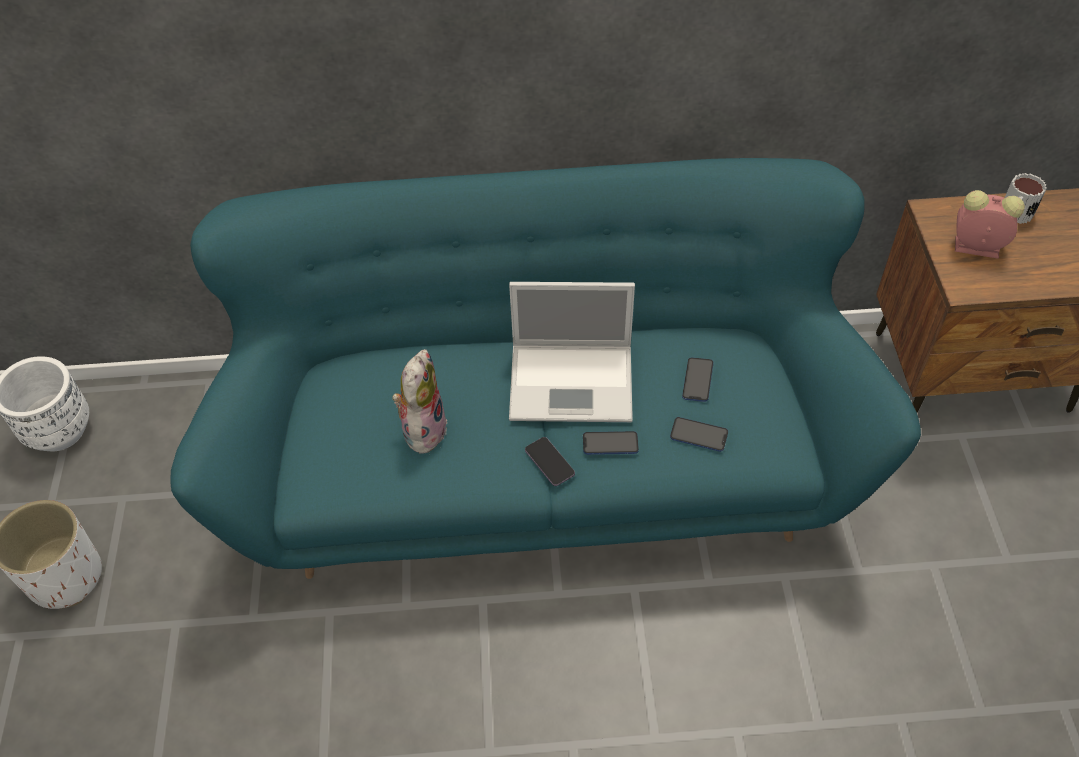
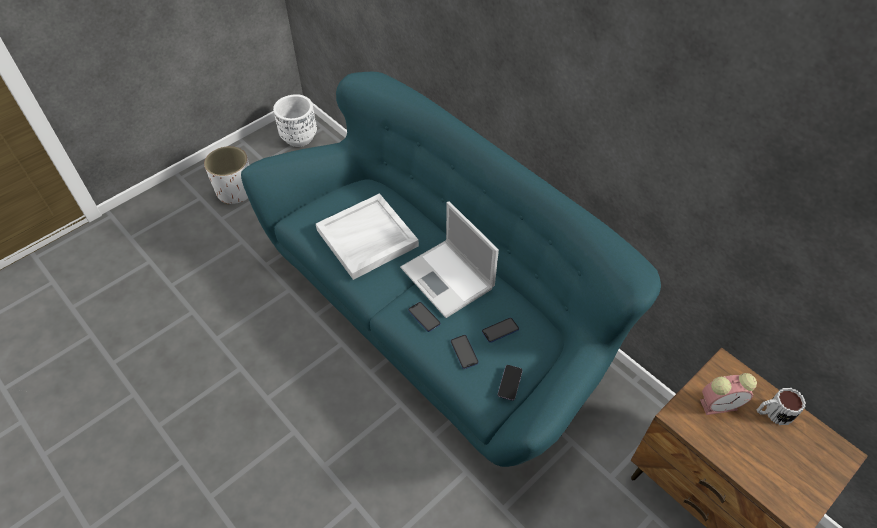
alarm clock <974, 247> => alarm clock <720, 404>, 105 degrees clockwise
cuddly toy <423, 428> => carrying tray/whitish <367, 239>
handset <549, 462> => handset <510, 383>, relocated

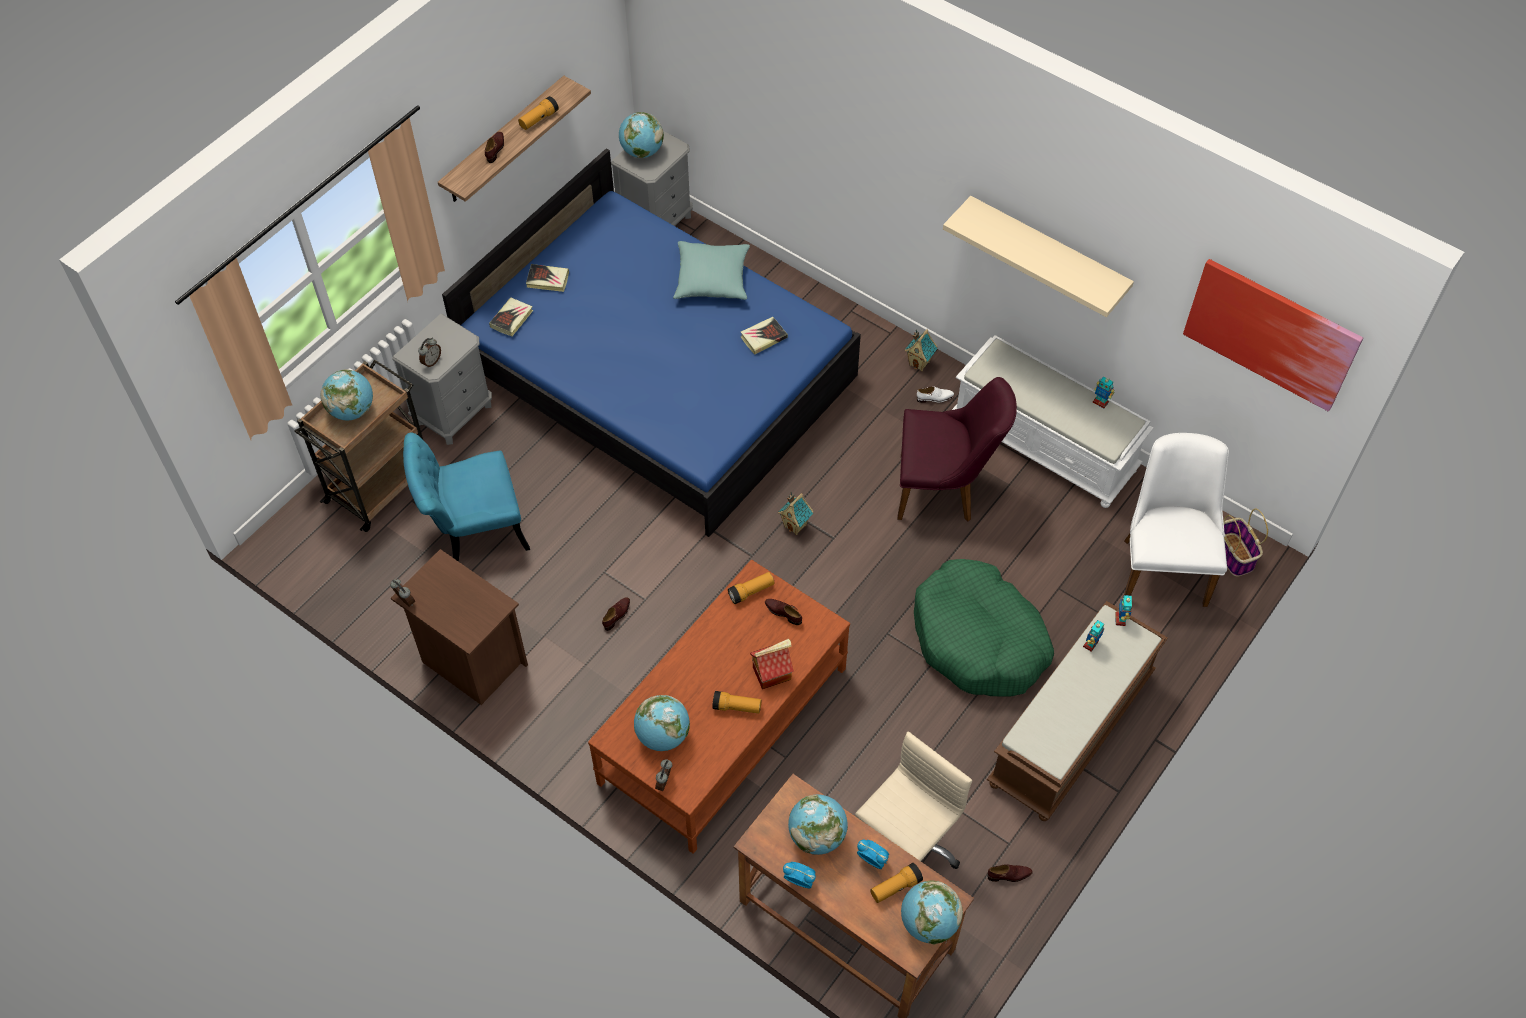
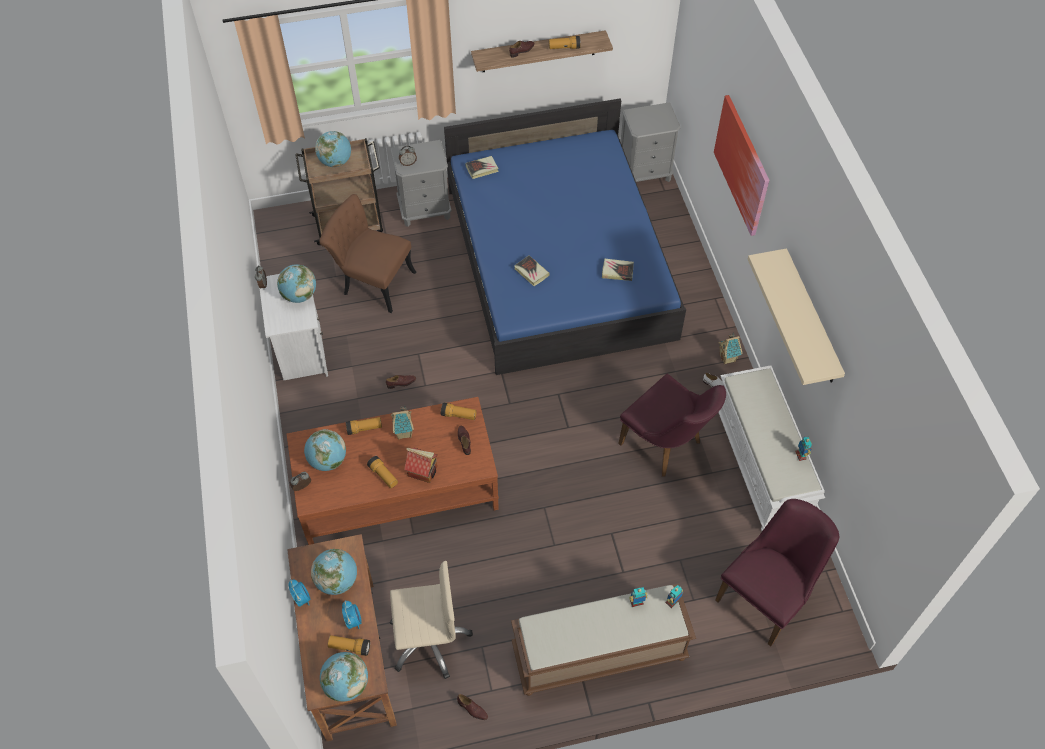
globe <642, 152> => globe <299, 295>, relocated
throw pillow/turquoise-coloured <712, 279> => nothing
wall picture <1271, 333> => wall picture <742, 165>, relocated
bound book <547, 280> => bound book <531, 272>, relocated
upright chair/turquoise-coloured <472, 530> => upright chair/brown <372, 281>
upright chair/whitish <1163, 563> => upright chair/purple-coloured <767, 596>
miniature house <796, 525> => miniature house <404, 433>, relocated
household basket <1234, 555> => nothing
nightstand/brown <471, 662> => nightstand/whitish <301, 353>
pet bed/green-coloured <979, 639> => nothing
nothing => torch <364, 428>

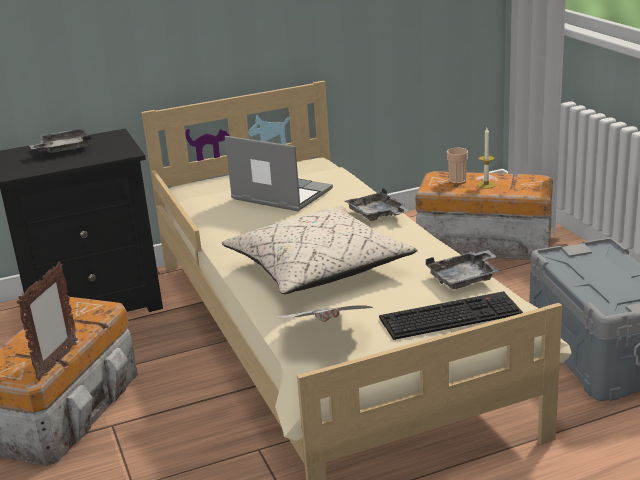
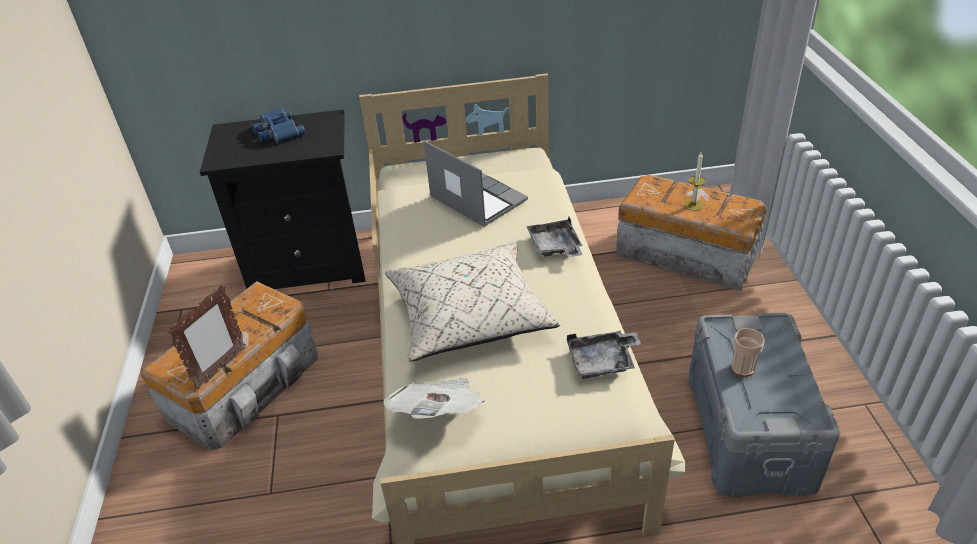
carrying tray/gray <63, 149> => pair of binoculars/blue <277, 132>
small cup <457, 181> => small cup <742, 368>, relocated
computer keyboard <451, 315> => nothing

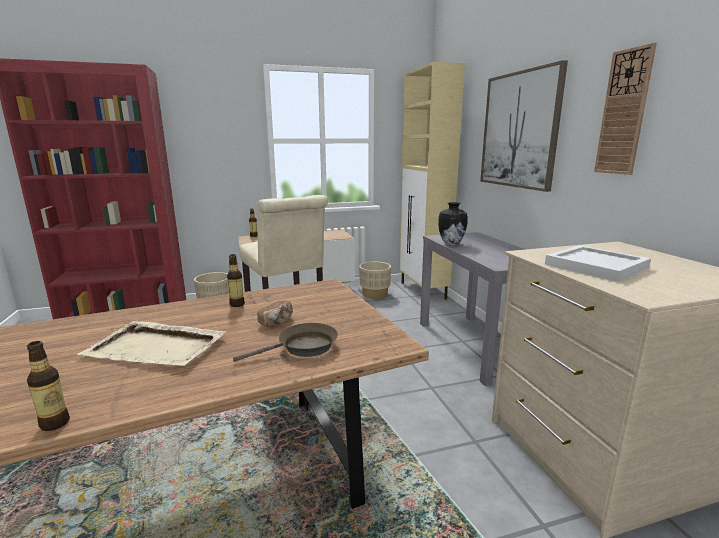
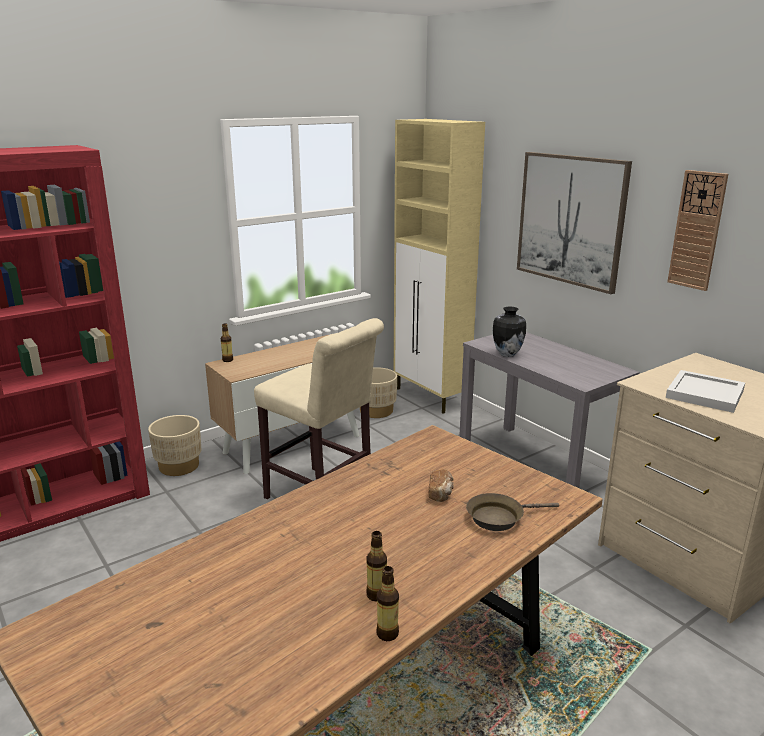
drink bottle <237, 304> => drink bottle <376, 595>, relocated
carrying tray/beige-coloured <157, 348> => nothing
frying pan/brown <303, 348> => frying pan/brown <499, 517>, 150 degrees counterclockwise

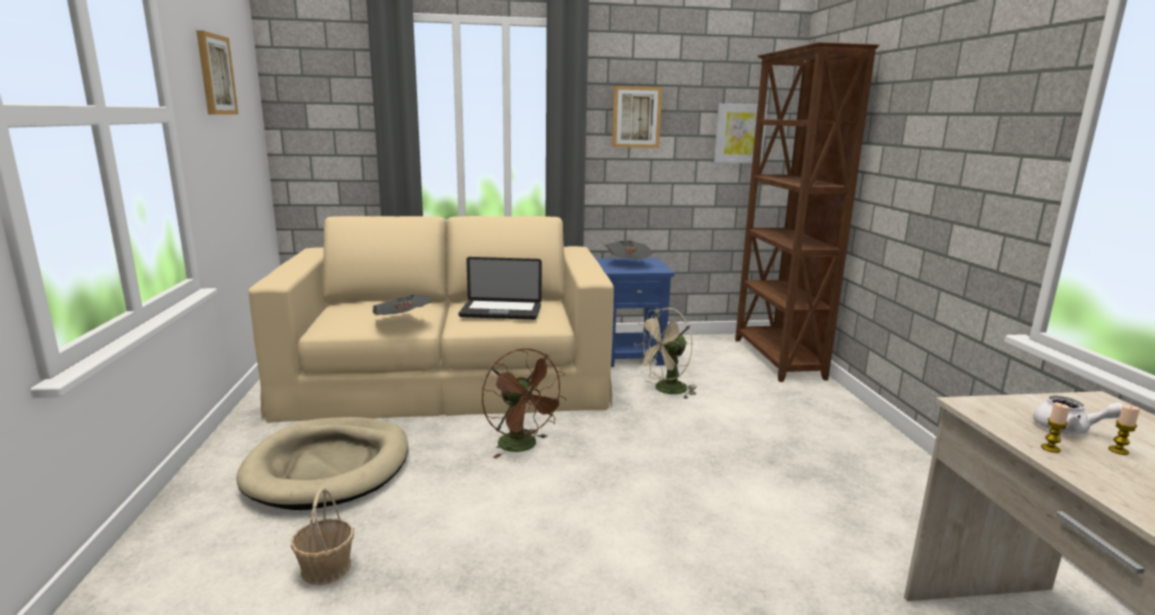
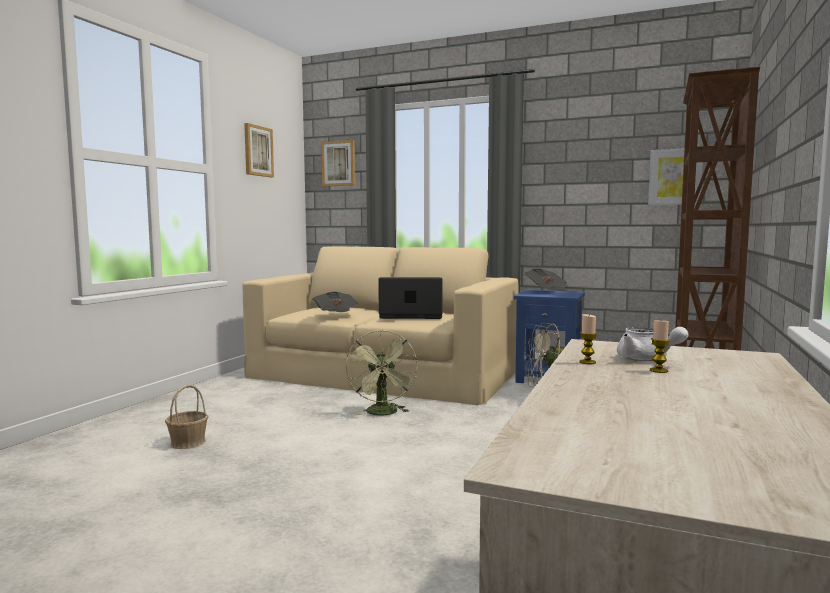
wall picture <636, 117> => wall picture <339, 163>, relocated
laptop <501, 311> => laptop <411, 316>, 150 degrees clockwise
cooling fan/brown <523, 446> => cooling fan/green-coloured <383, 413>
pet bed/beige-coloured <329, 467> => nothing

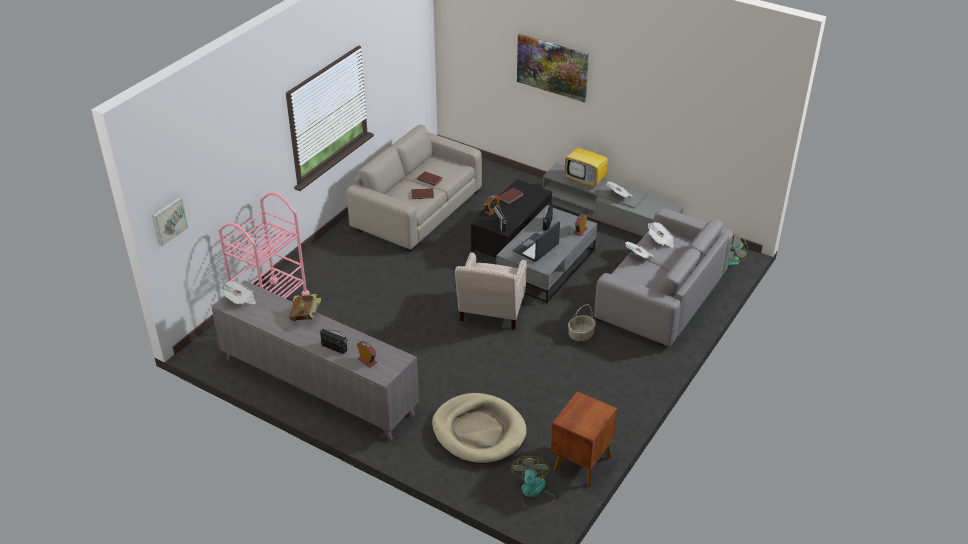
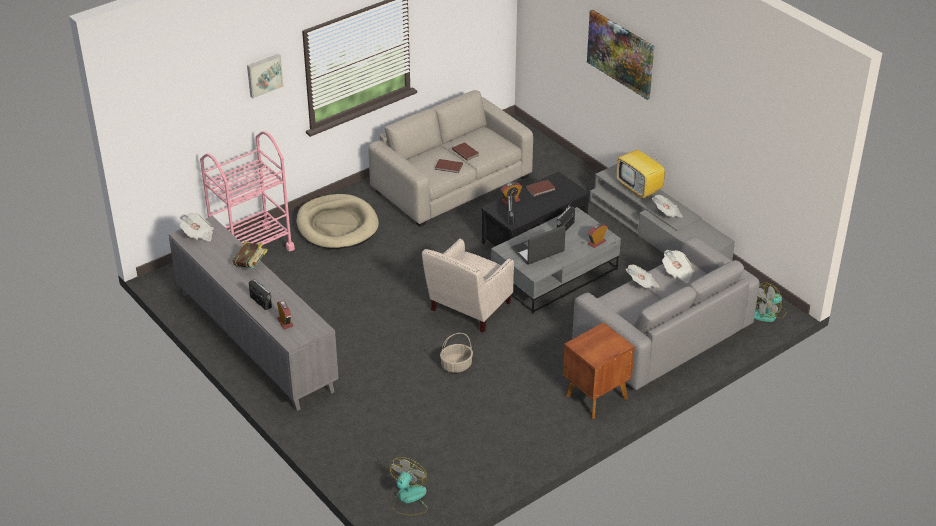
wall picture <168, 221> => wall picture <264, 75>, relocated
household basket <581, 335> => household basket <456, 366>, relocated
nightstand/brown <581, 463> => nightstand/brown <595, 397>, relocated
pet bed/beige-coloured <478, 431> => pet bed/beige-coloured <337, 225>, relocated

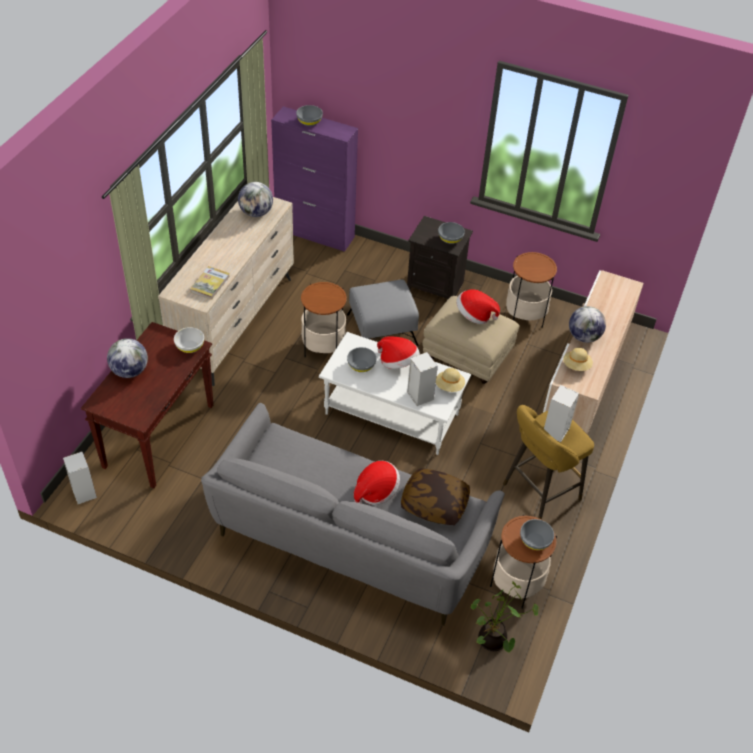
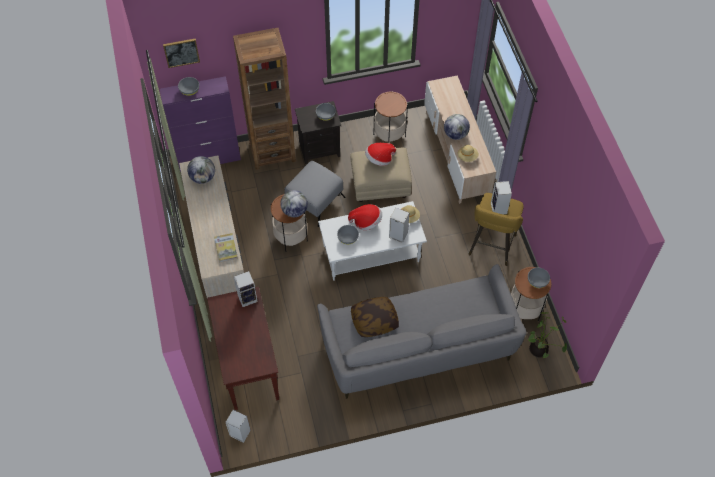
deep dish/whitish <190, 346> => audio speaker <248, 298>
globe <129, 371> => globe <294, 211>, relocated
clothing hat <376, 491> => nothing
throw pillow <434, 504> => throw pillow <374, 320>, relocated
nothing => bookcase/brown <272, 152>
nothing => wall picture <181, 52>

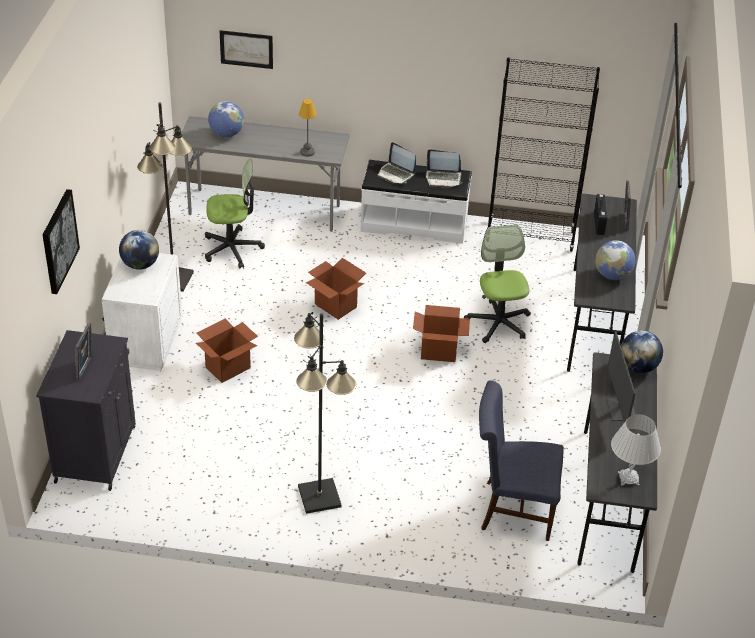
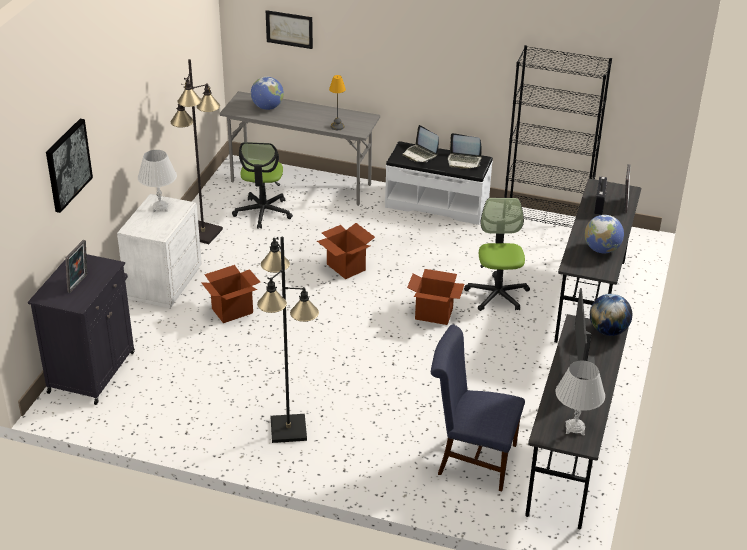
computer chair <232, 248> => computer chair <263, 212>, 90 degrees clockwise
globe <140, 265> => lamp for a table/whitish <160, 208>

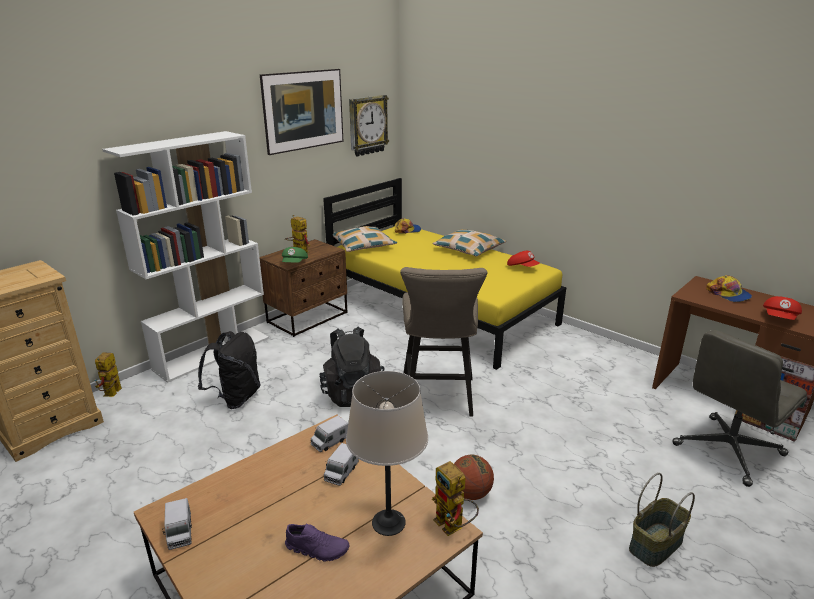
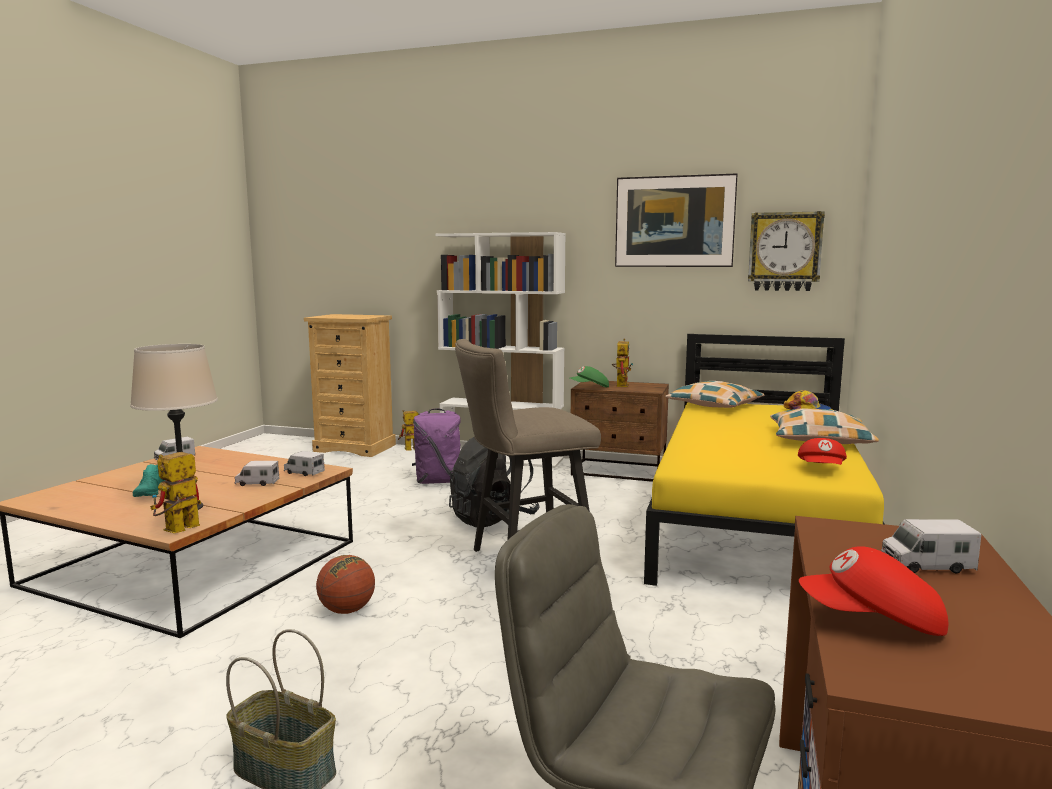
baseball cap <728, 294> => toy truck <926, 565>
backpack/black <236, 398> => backpack/purple-coloured <439, 481>
item of footwear/purple-coloured <317, 549> => item of footwear/turquoise-coloured <151, 492>

